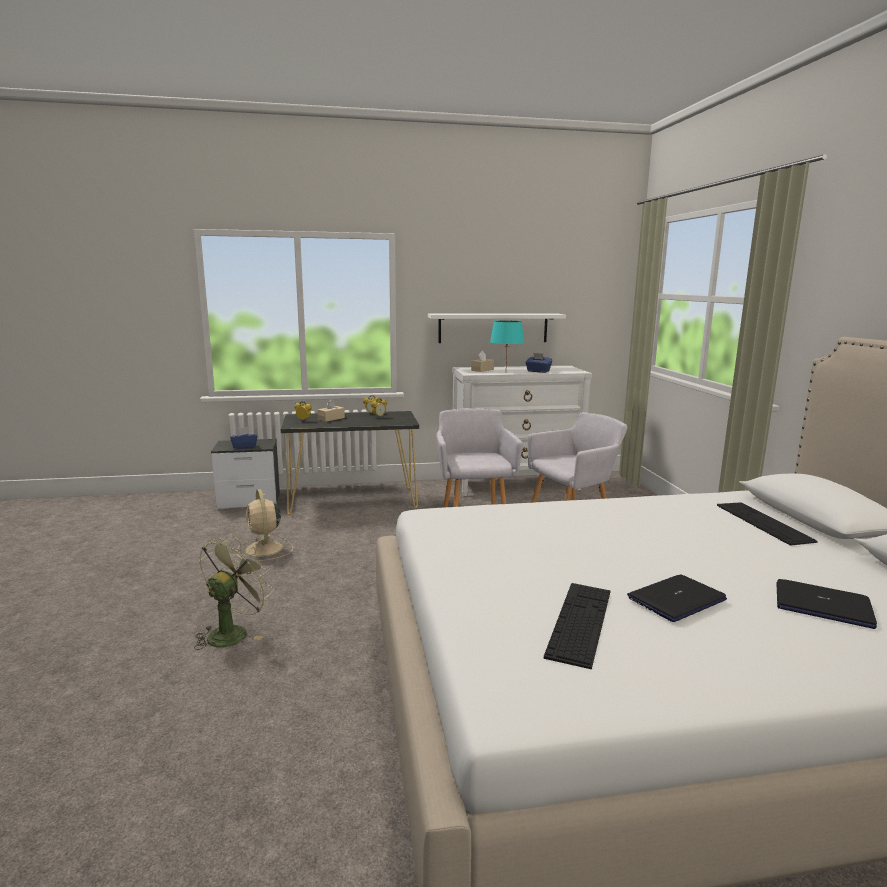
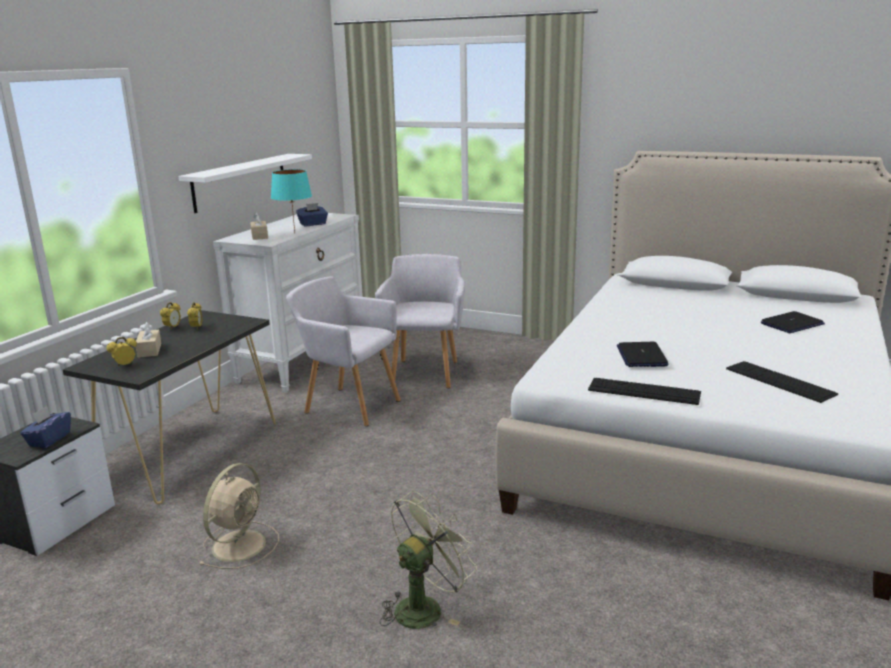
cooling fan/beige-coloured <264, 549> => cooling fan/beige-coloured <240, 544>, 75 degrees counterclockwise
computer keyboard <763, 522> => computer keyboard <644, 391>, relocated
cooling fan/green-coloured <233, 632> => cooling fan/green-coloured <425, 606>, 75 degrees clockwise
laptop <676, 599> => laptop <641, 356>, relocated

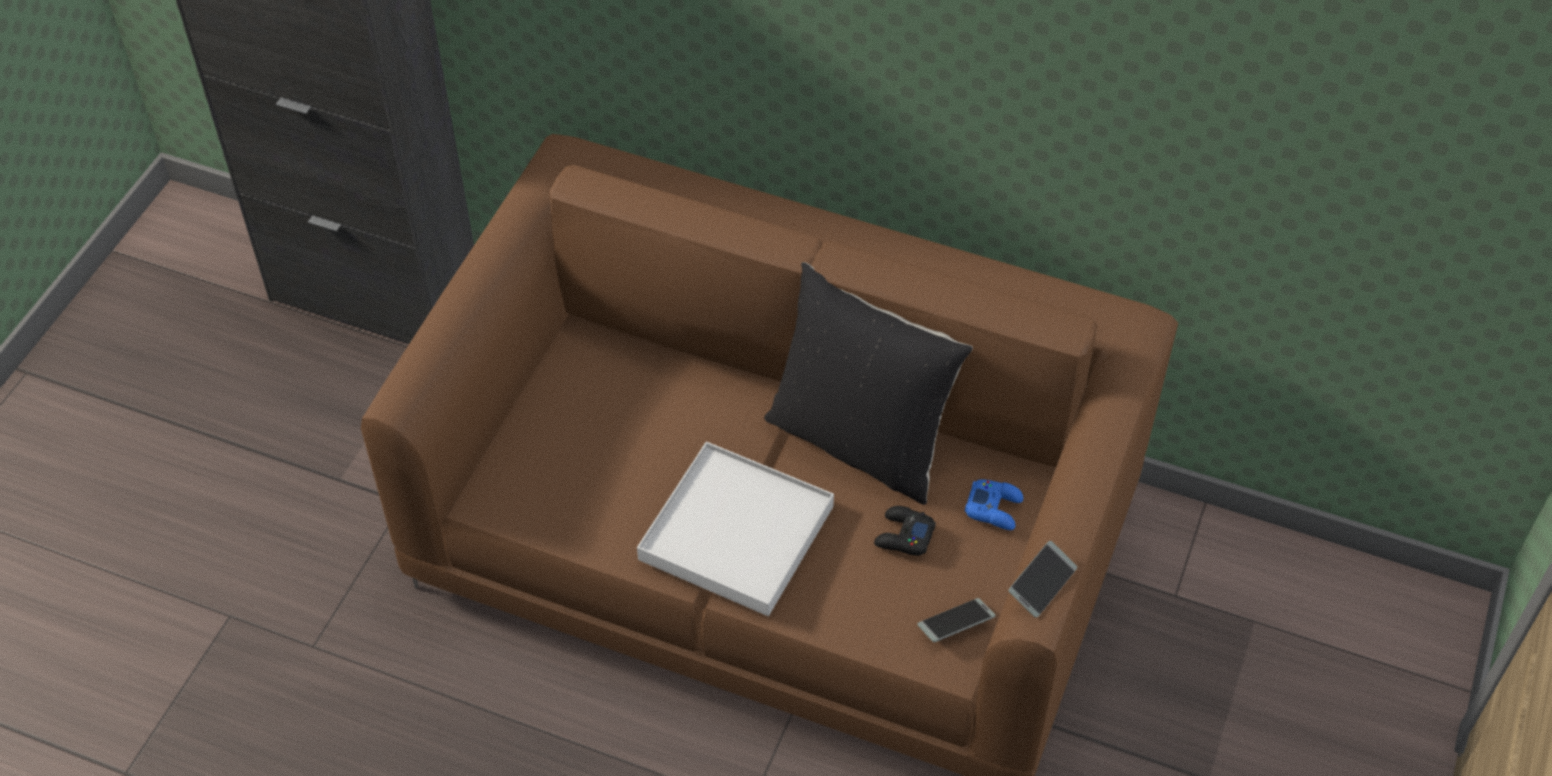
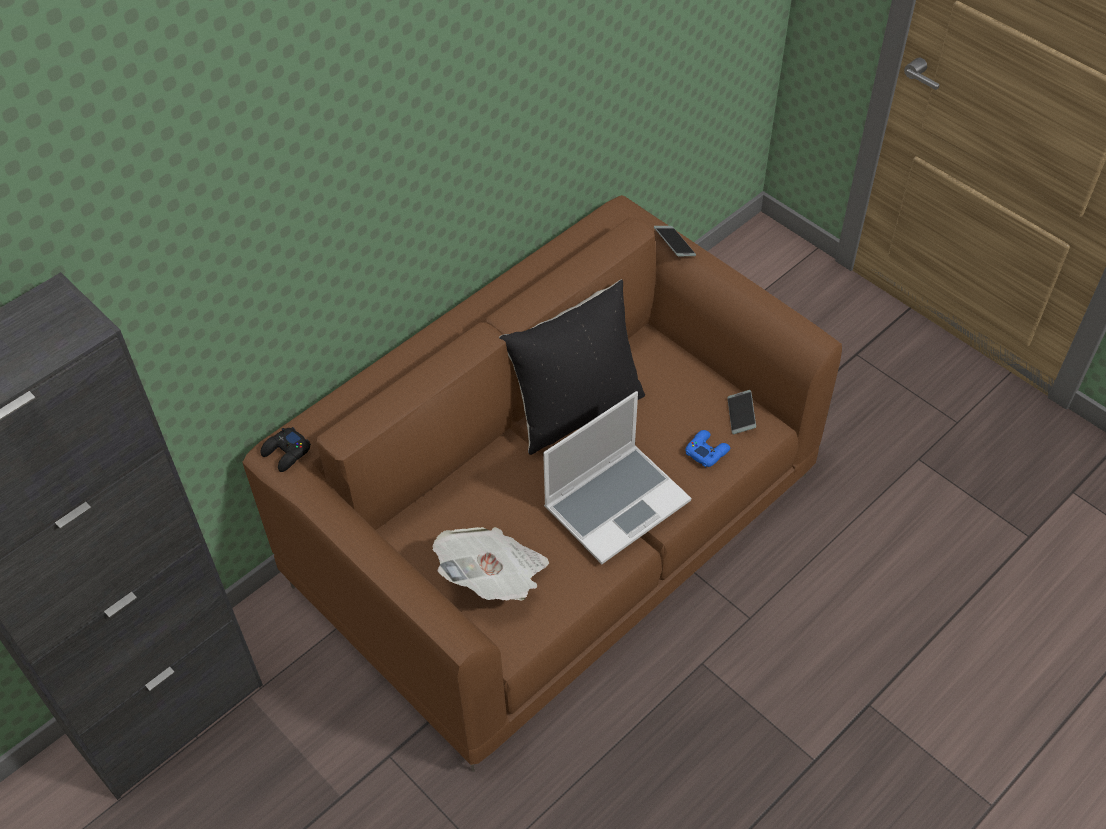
carrying tray/whitish <737, 533> => laptop <617, 502>
game controller/blue <994, 508> => game controller/blue <706, 451>, relocated
game controller/black <903, 536> => game controller/black <286, 453>, relocated
handset <1042, 583> => handset <674, 245>, relocated
nothing => printed paper <494, 577>

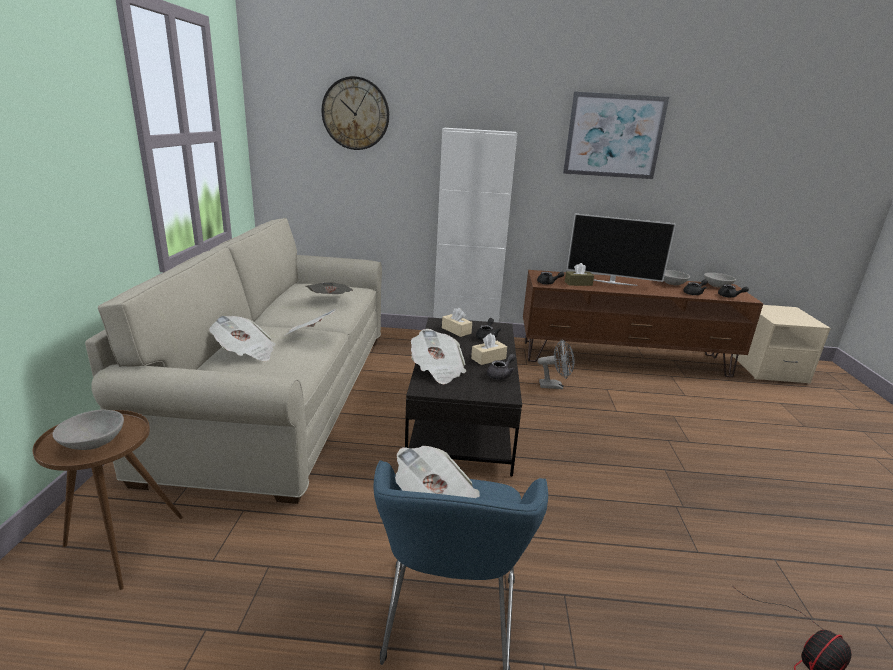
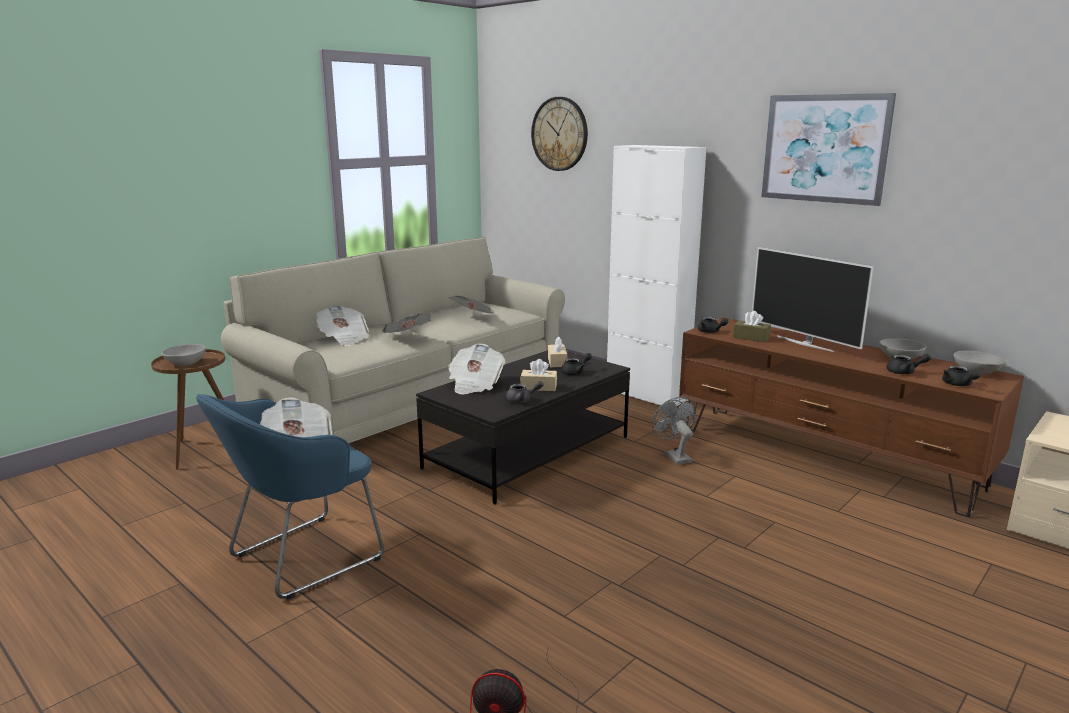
cooling fan/gray <554, 386> => cooling fan/gray <674, 456>, 150 degrees counterclockwise

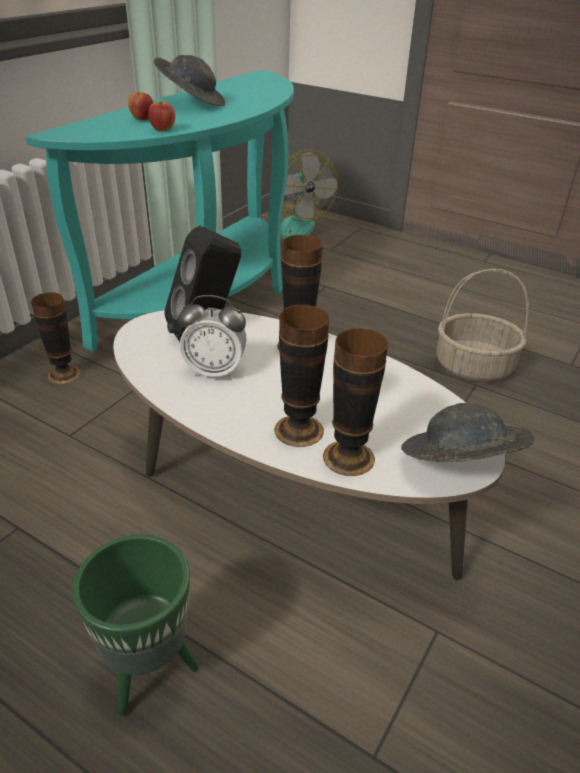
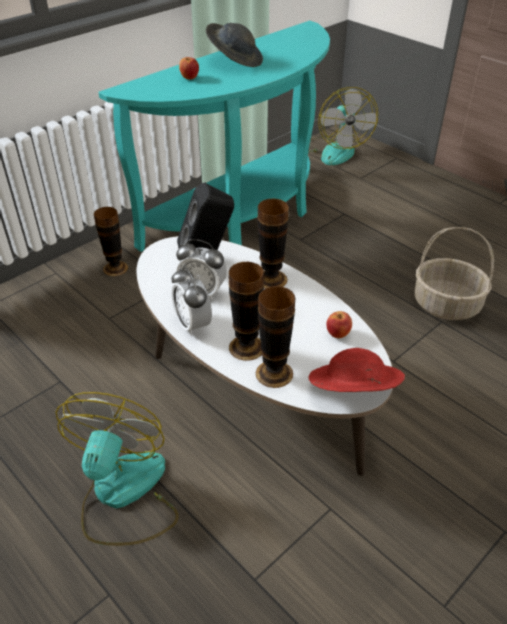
apple fruit <163, 130> => apple fruit <338, 334>, relocated
clothing hat/gray <459, 465> => clothing hat/red-coloured <353, 392>
plant pot/green-coloured <148, 672> => cooling fan <123, 494>
nothing => alarm clock <193, 324>

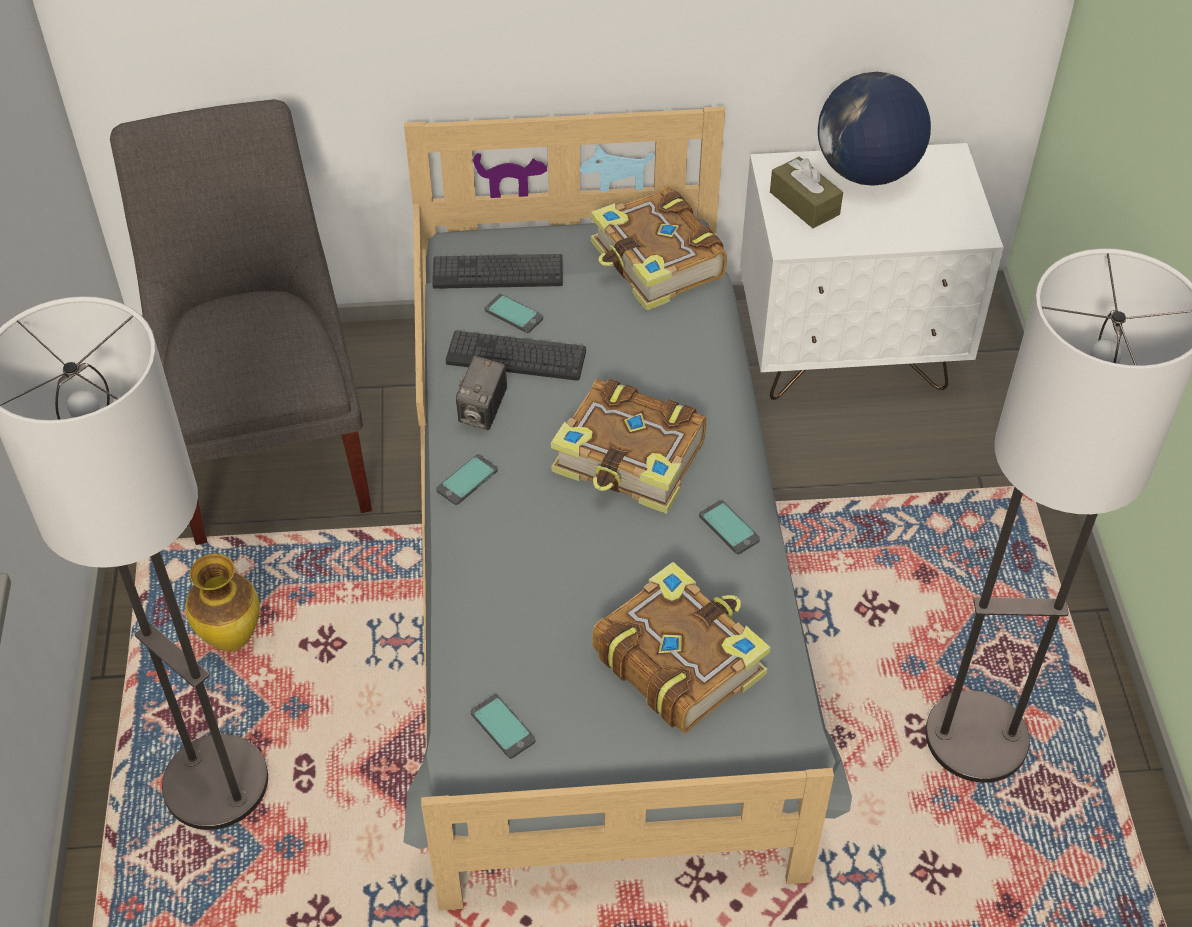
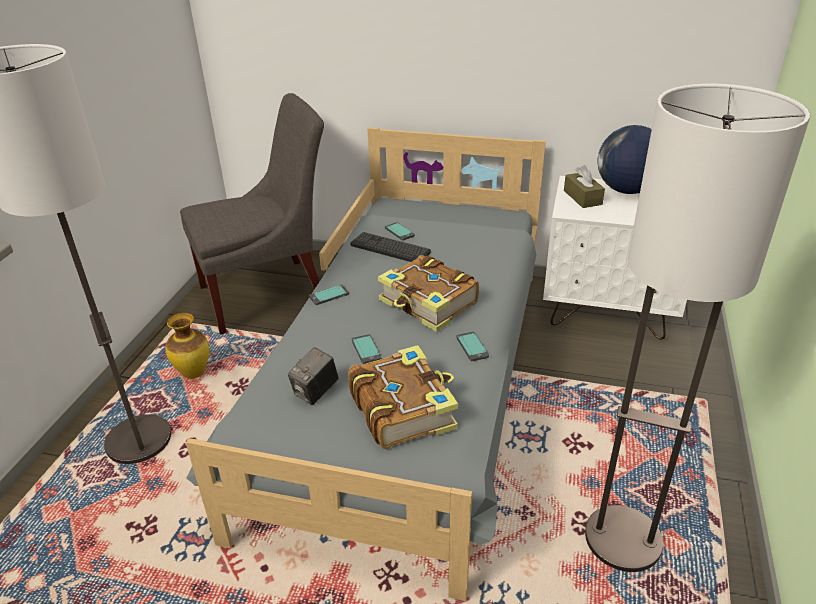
upright chair/gray <272, 444> => upright chair/gray <269, 294>, 60 degrees clockwise
bound book <656, 264> => nothing
computer keyboard <497, 272> => nothing
photo camera <483, 412> => photo camera <316, 392>, relocated
handset <503, 727> => handset <366, 349>, relocated

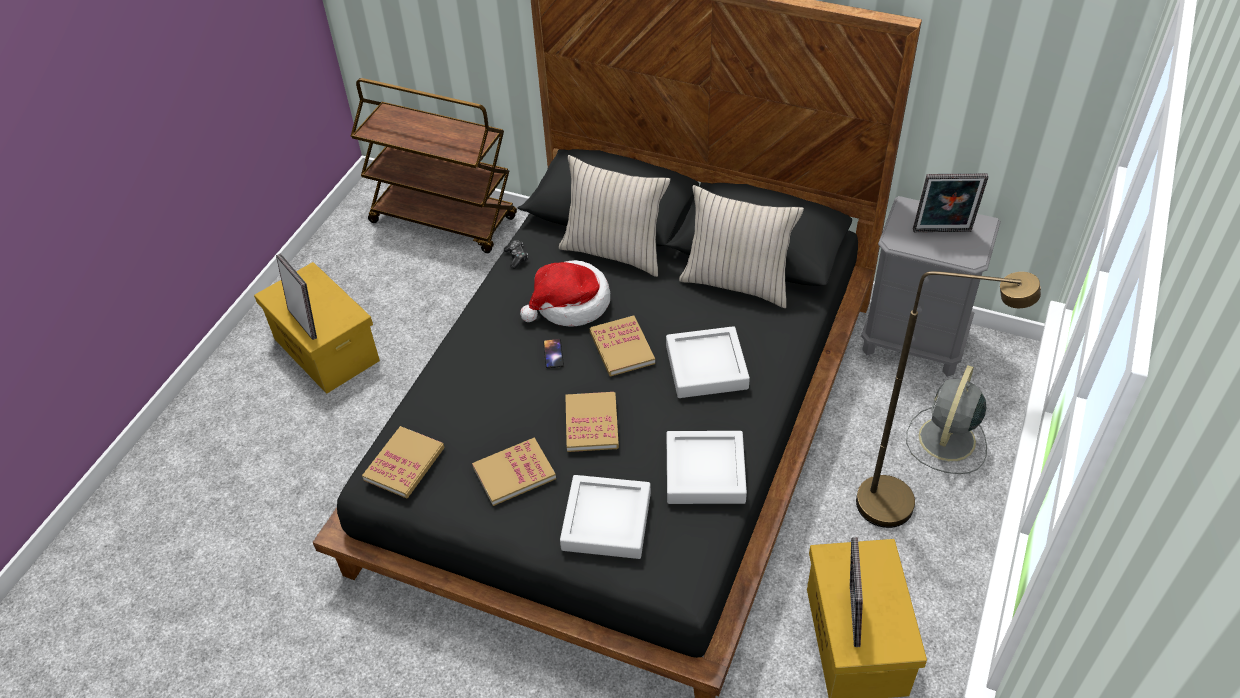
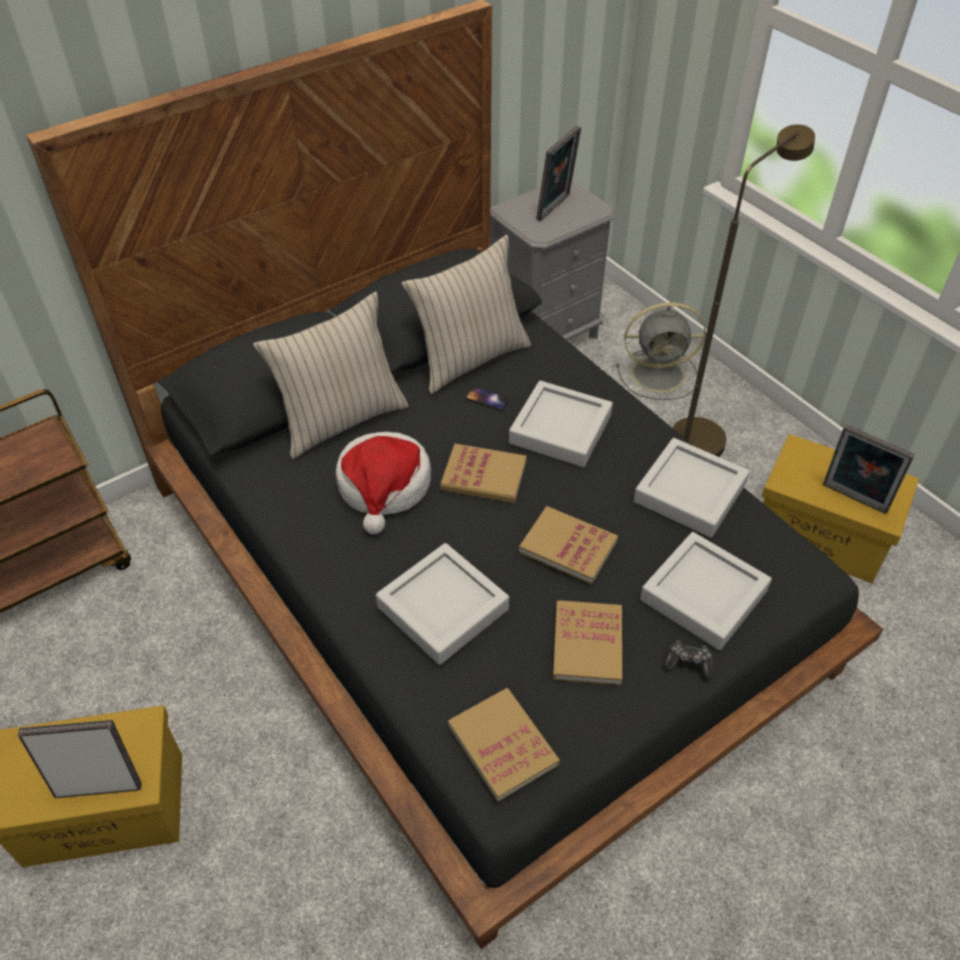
game controller <516, 257> => game controller <688, 663>, relocated
handset <553, 353> => handset <487, 399>, relocated
cooling fan/gray <946, 441> => cooling fan/gray <660, 374>, 60 degrees counterclockwise
nothing => carrying tray/gray <443, 608>

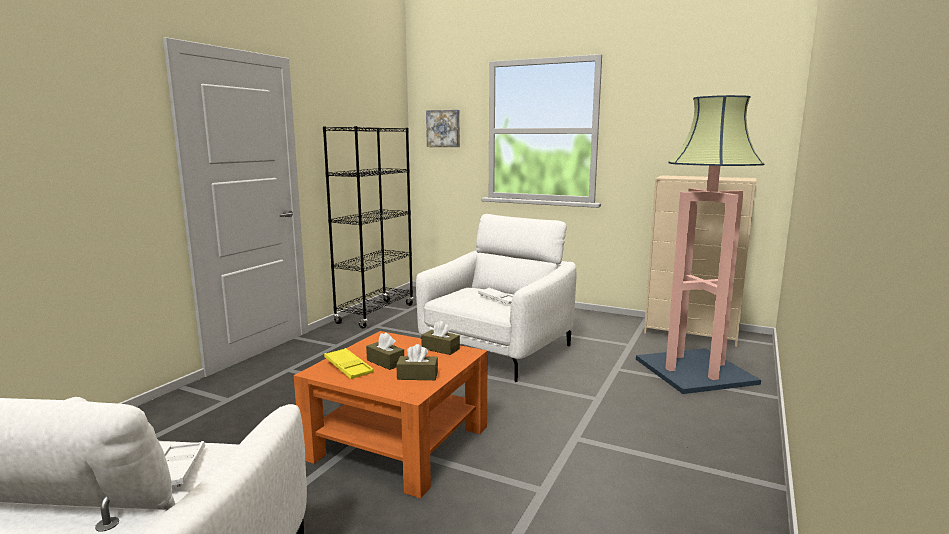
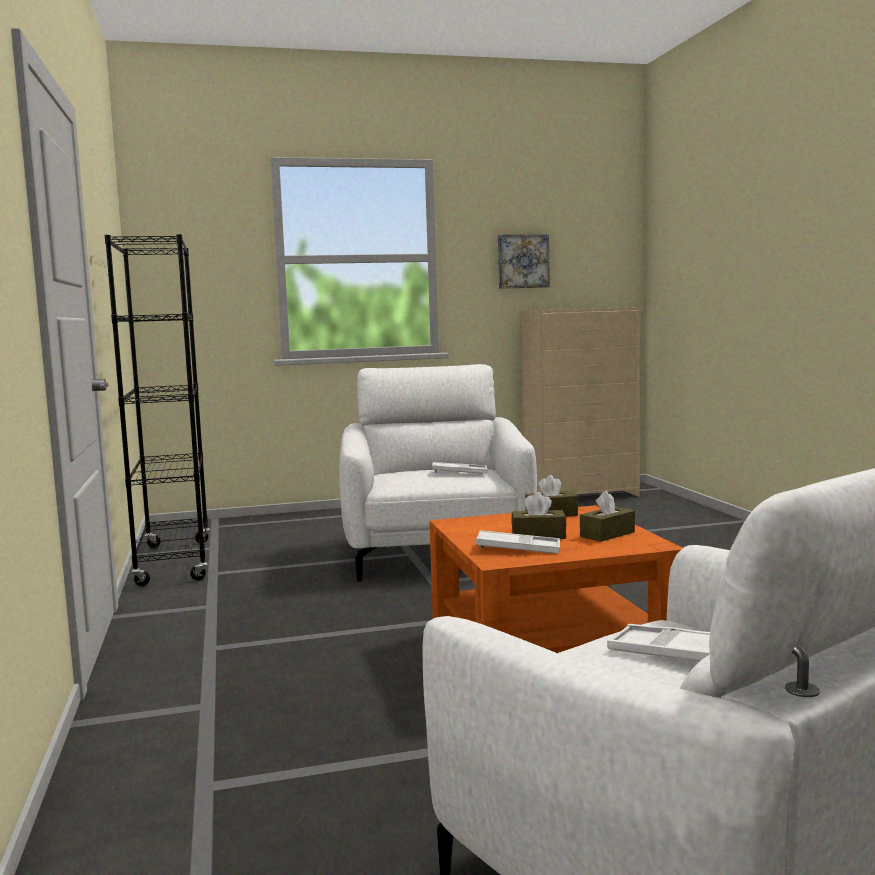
standing lamp <695, 371> => nothing
wall picture <443, 128> => wall picture <522, 261>, relocated
carrying tray/yellow-coloured <348, 367> => carrying tray/whitish <518, 549>

